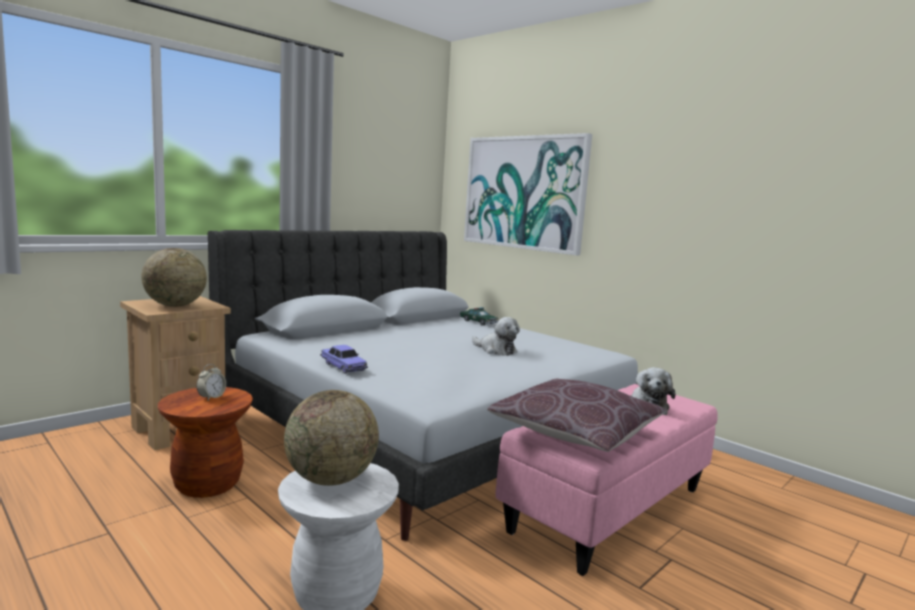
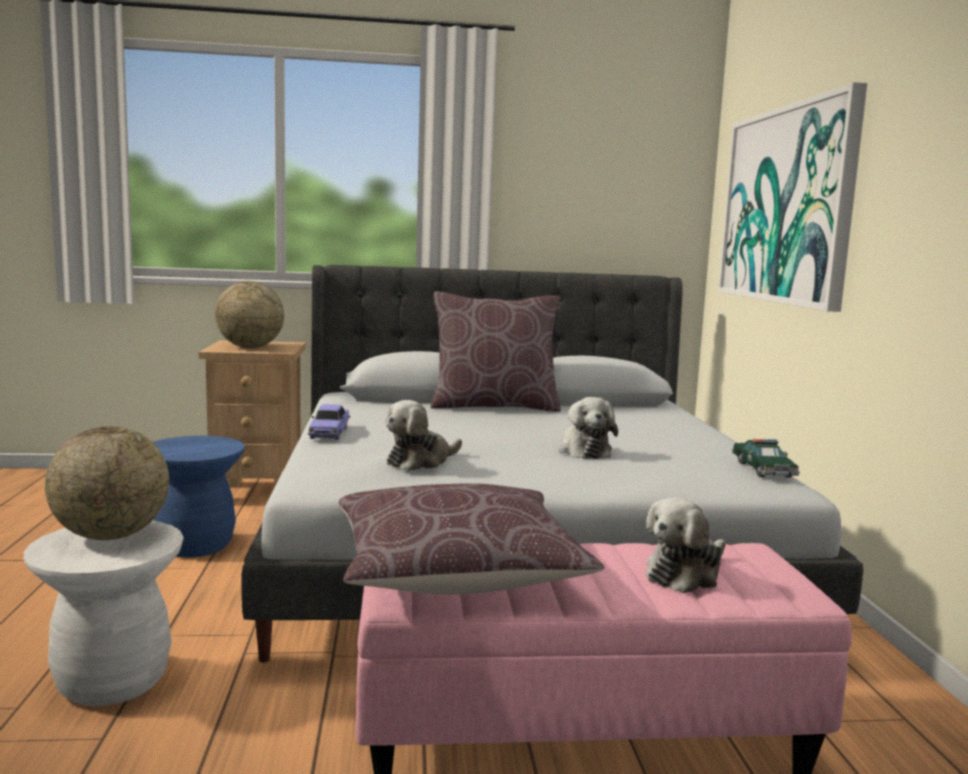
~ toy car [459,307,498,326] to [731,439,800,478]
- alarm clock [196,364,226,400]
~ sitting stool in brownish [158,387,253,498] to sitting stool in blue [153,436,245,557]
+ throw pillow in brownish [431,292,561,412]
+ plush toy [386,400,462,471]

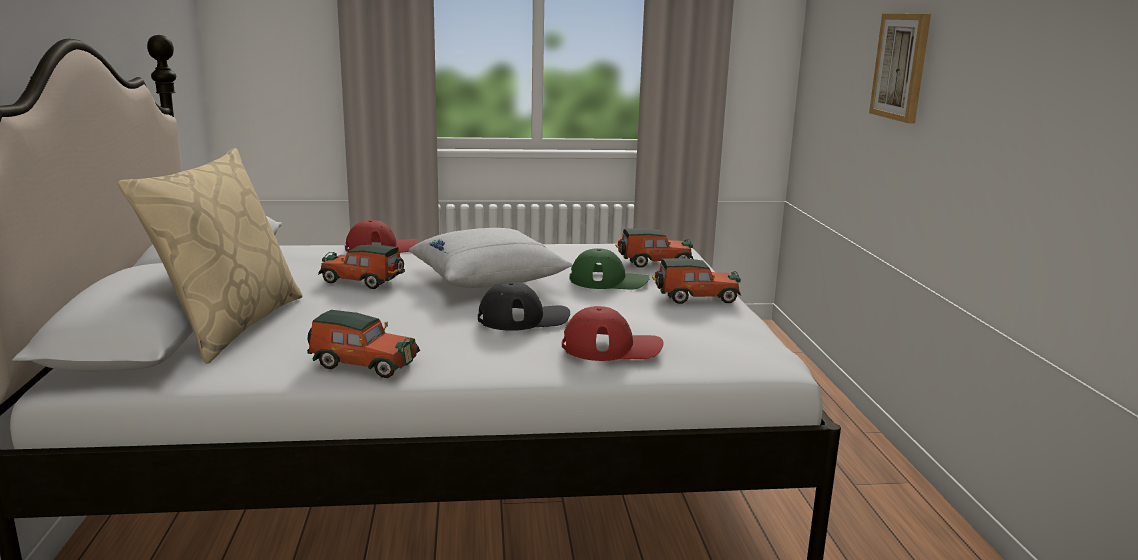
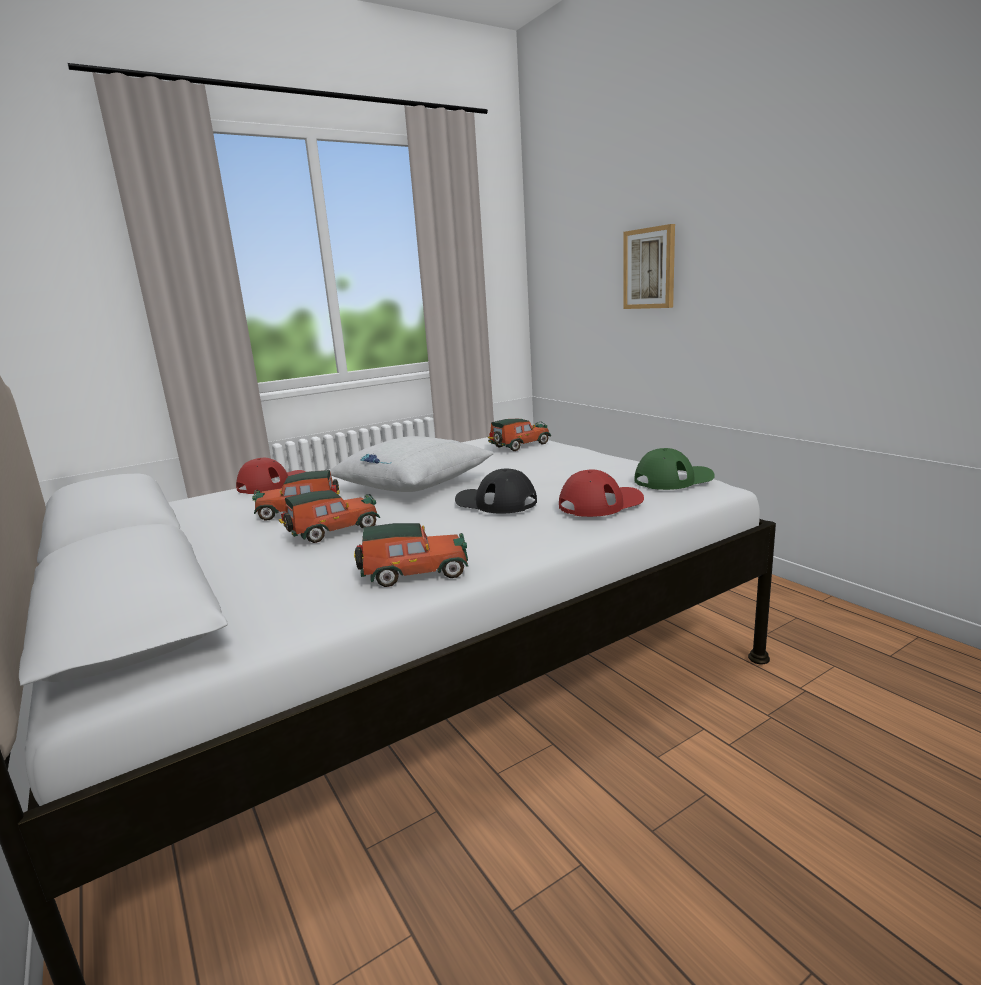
- throw pillow in beige [118,148,303,364]
~ peaked cap in green-coloured [569,248,650,290] to [635,448,715,490]
~ toy car [652,258,741,304] to [279,490,380,543]
~ peaked cap in black [478,282,570,331] = [455,469,537,514] 105 degrees counterclockwise

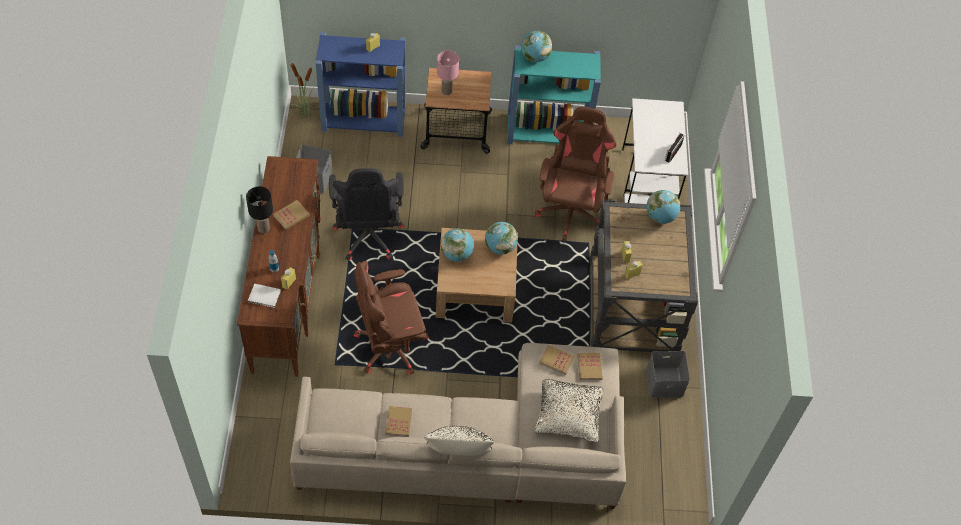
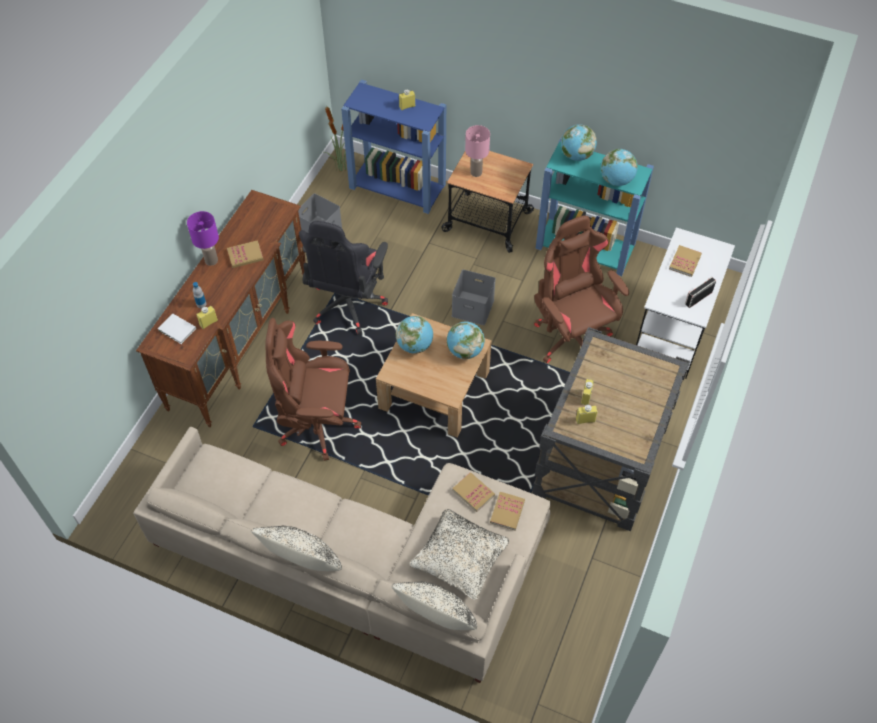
~ desk chair in brownish [535,107,616,241] = [534,215,629,363] 60 degrees counterclockwise
~ table lamp in black [246,186,273,233] to table lamp in purple-coloured [187,211,219,266]
~ desk globe [646,190,680,224] to [601,149,638,186]
~ storage bin in gray [646,351,690,398] to [452,270,496,325]
~ bound book [386,406,412,437] to [669,245,702,277]
+ throw pillow in beige [391,581,477,630]

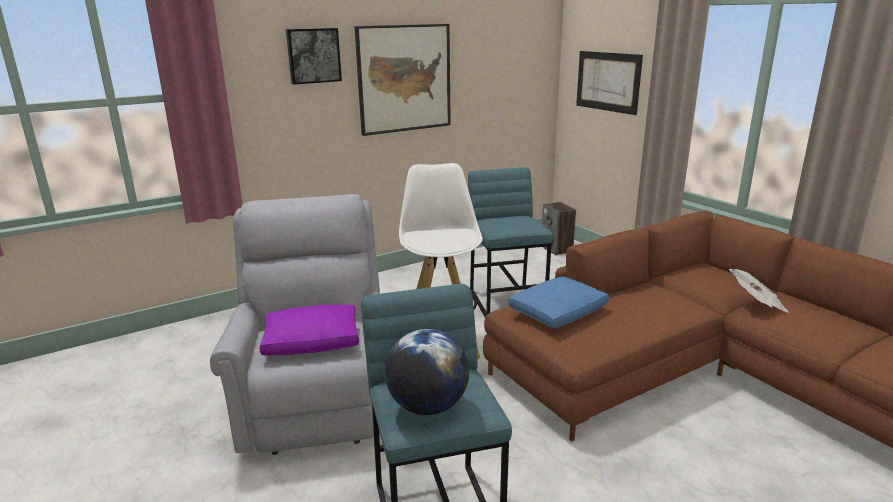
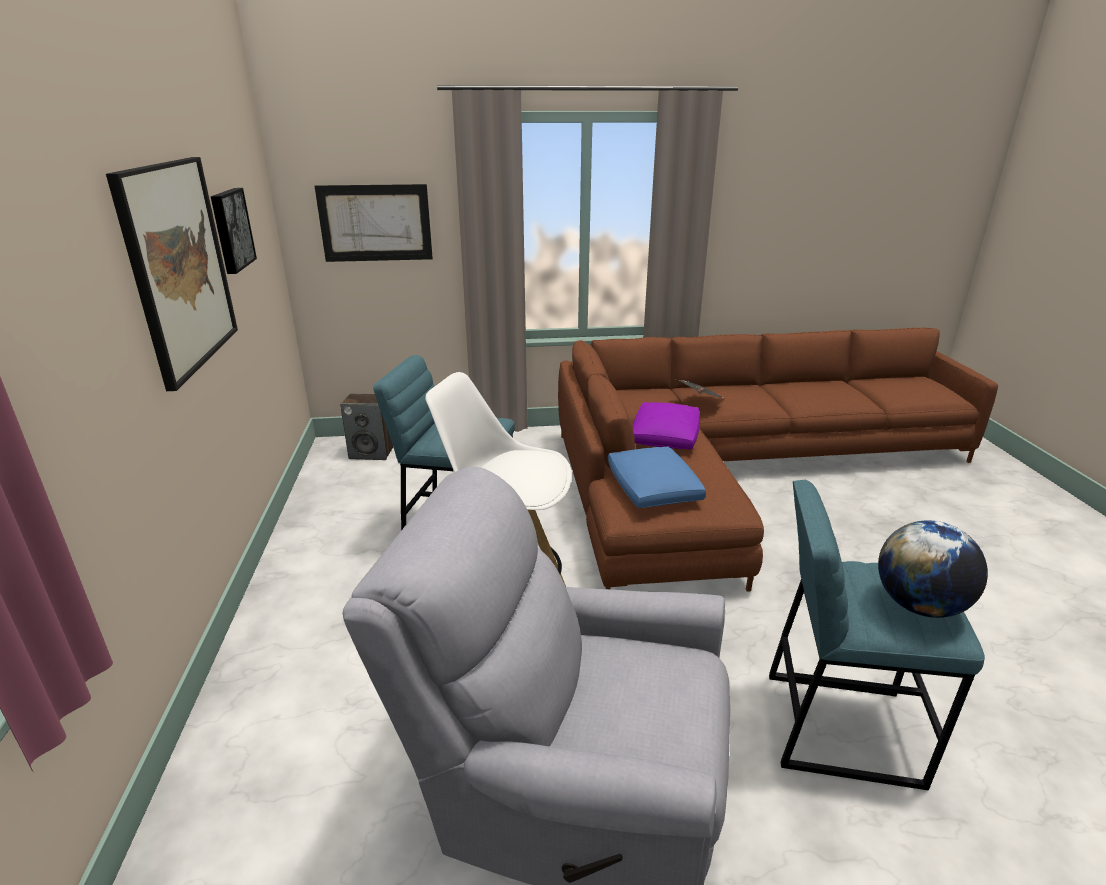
~ picture [286,28,342,85] to [211,188,257,274]
~ throw pillow in purple-coloured [259,305,359,356] to [632,402,700,450]

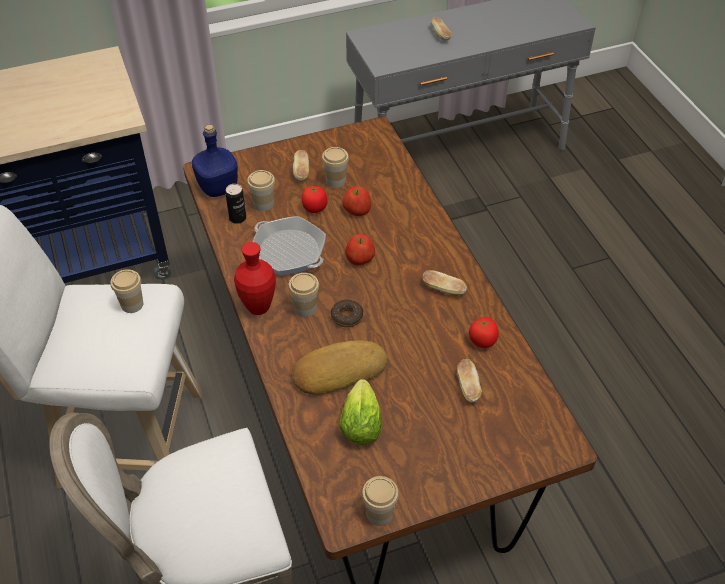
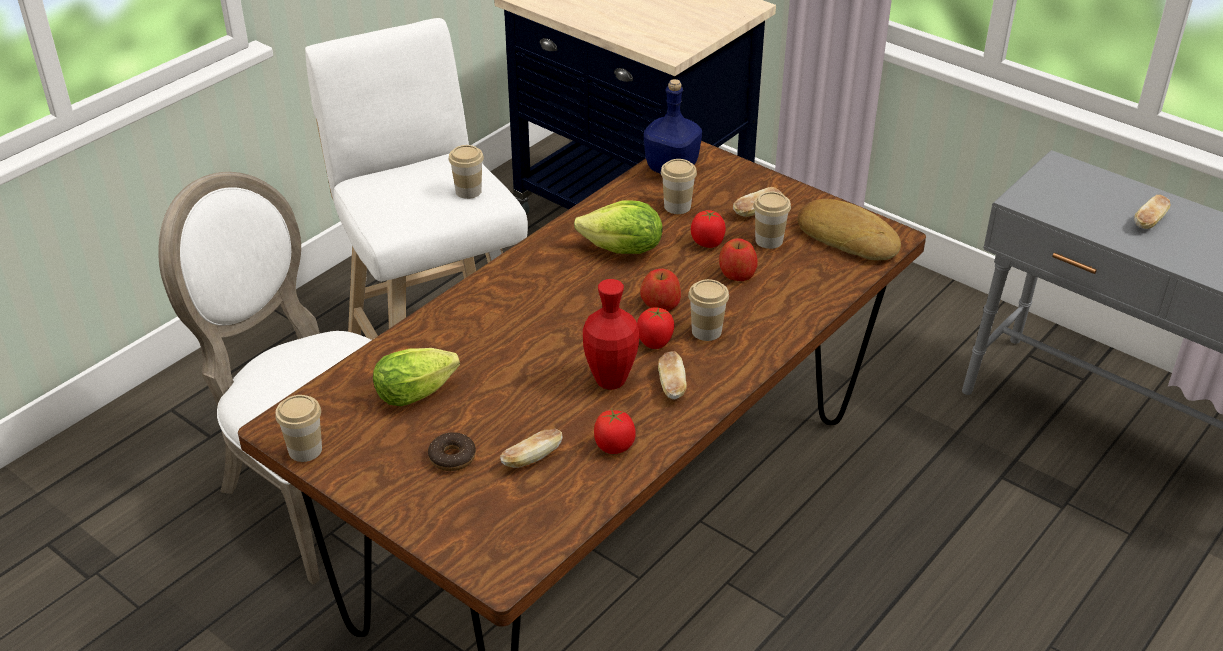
- sealed can [225,184,246,224]
~ pan [253,216,326,275] to lettuce [574,200,662,254]
~ vase in red [234,242,276,315] to [583,279,639,390]
~ drinking cup [288,273,319,317] to [688,279,729,341]
~ ring doughnut [331,300,363,327] to [428,432,476,471]
~ bread [292,340,388,395] to [797,199,901,260]
+ fresh tomato [637,307,674,349]

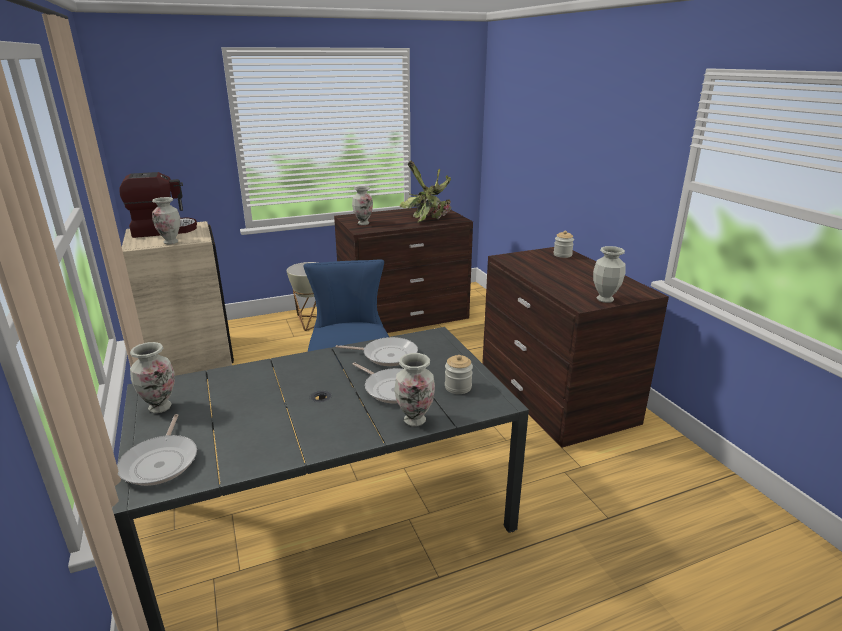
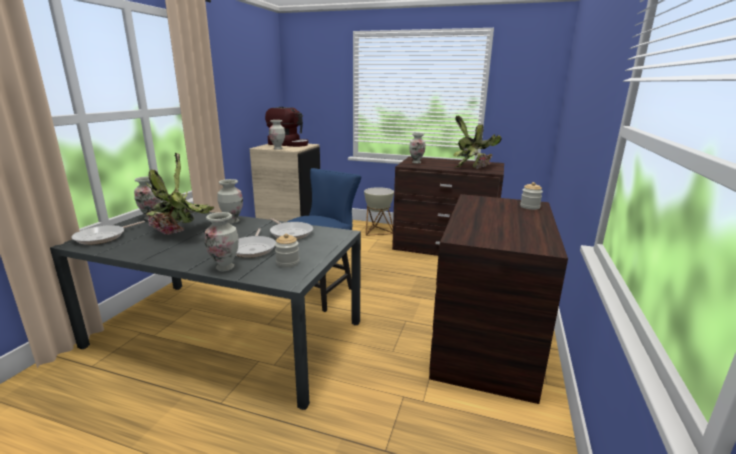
~ vase [593,246,626,303] to [217,179,243,224]
+ plant in a pot [146,153,214,235]

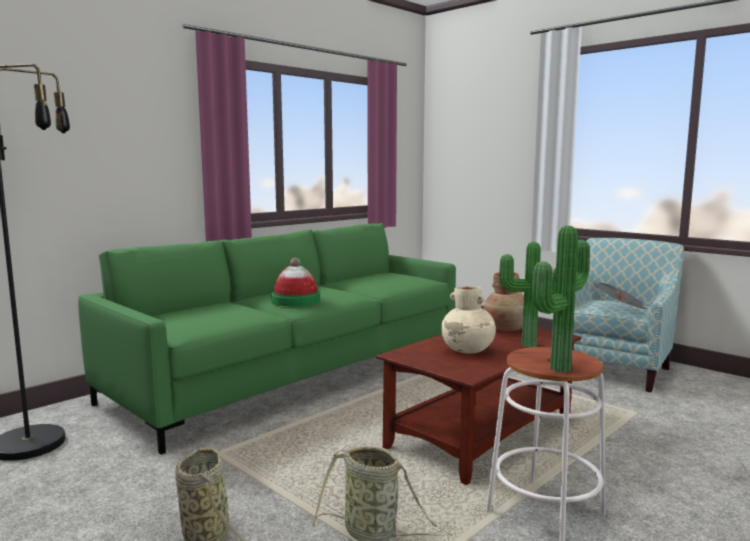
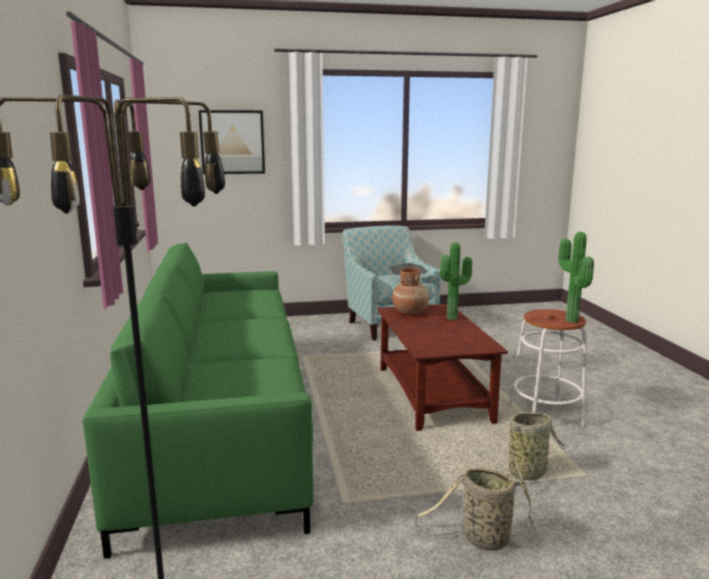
- hat [271,258,320,306]
- vase in beige [441,286,496,354]
+ picture [198,110,265,174]

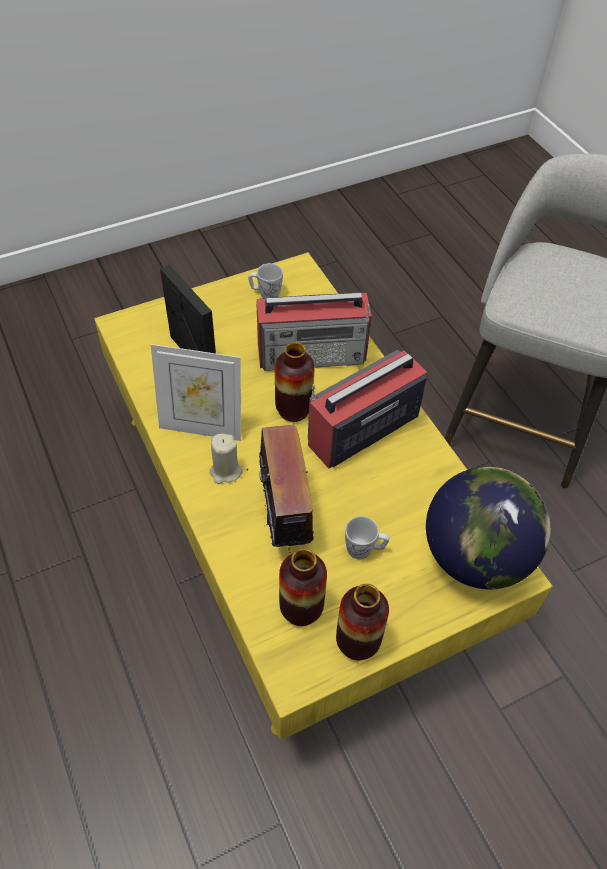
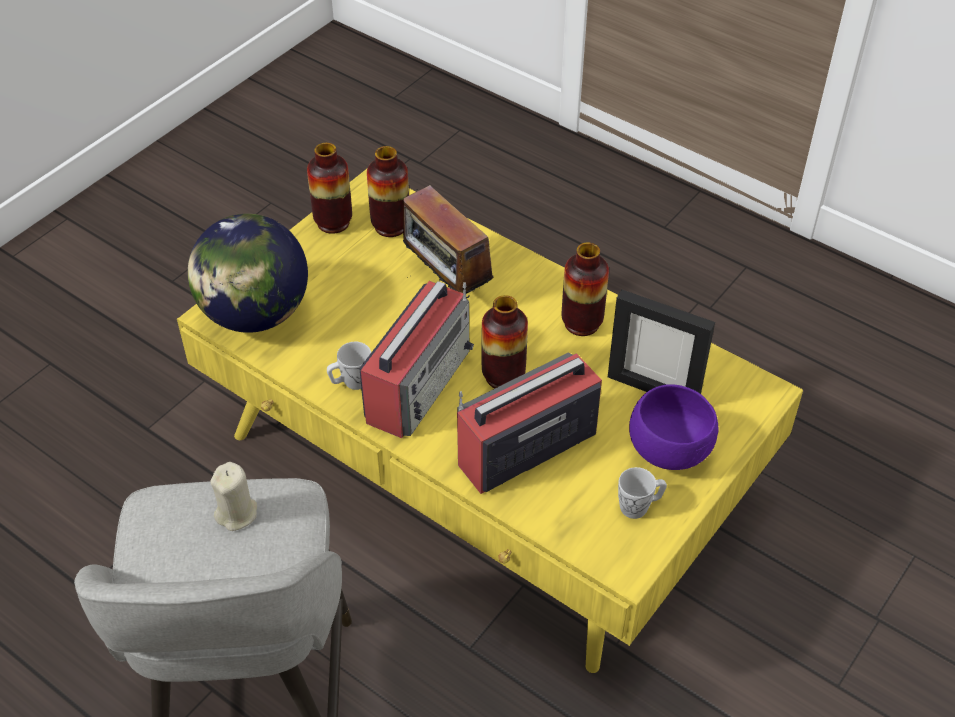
~ standing frame [151,344,241,441] to vase [562,242,609,336]
~ wax light in beige [209,433,243,484] to [210,462,257,531]
~ coffee mug in white-coloured [345,516,389,559] to [327,342,371,390]
+ deep dish in purple-coloured [629,384,719,470]

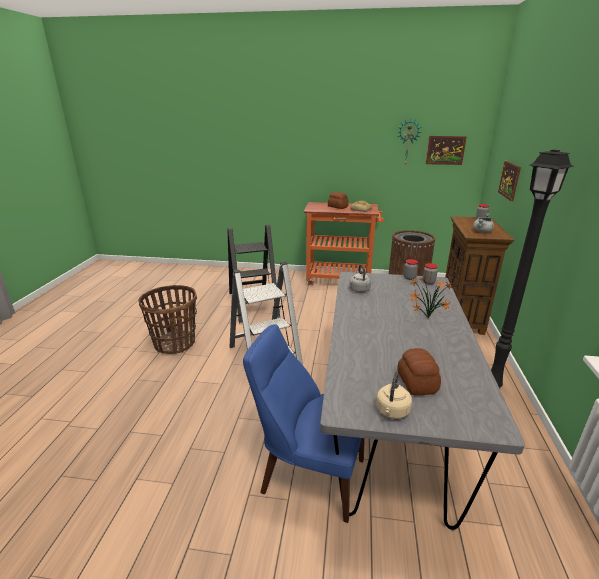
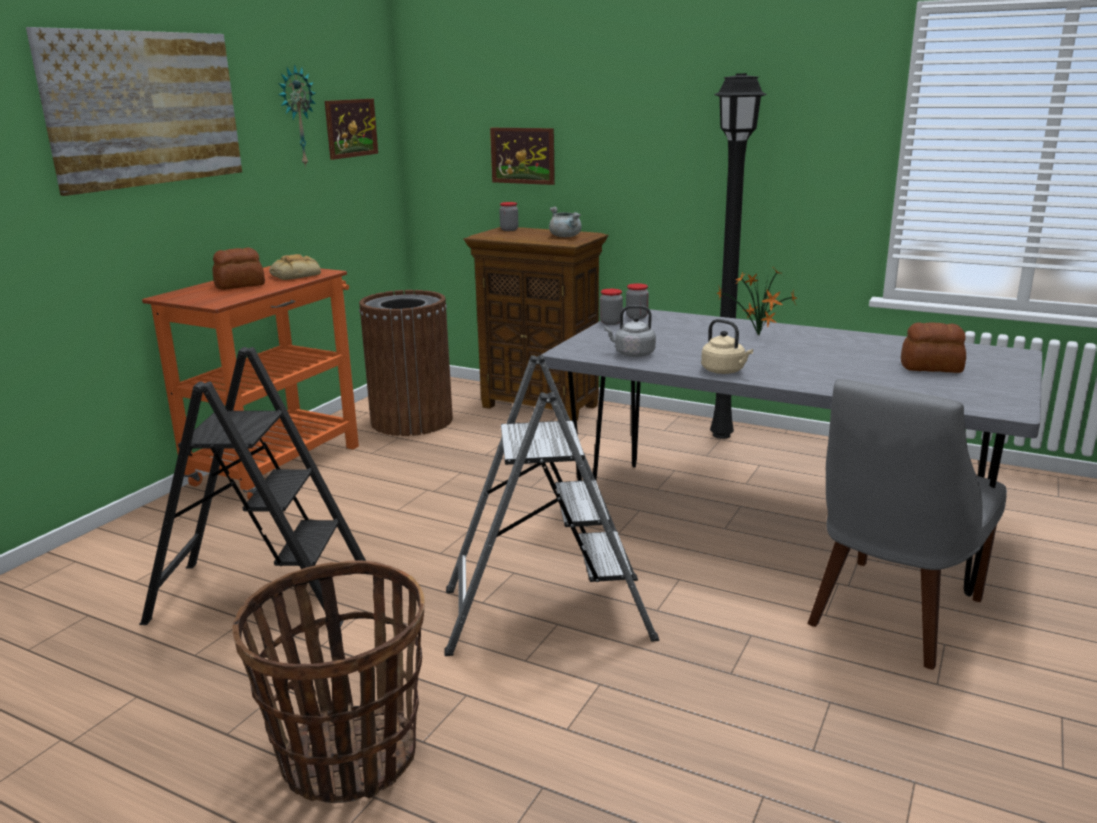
~ upright chair in blue [243,324,365,523] to upright chair in gray [807,379,1007,670]
~ tea kettle in beige [376,372,412,419] to [701,319,753,374]
+ picture [26,27,242,196]

